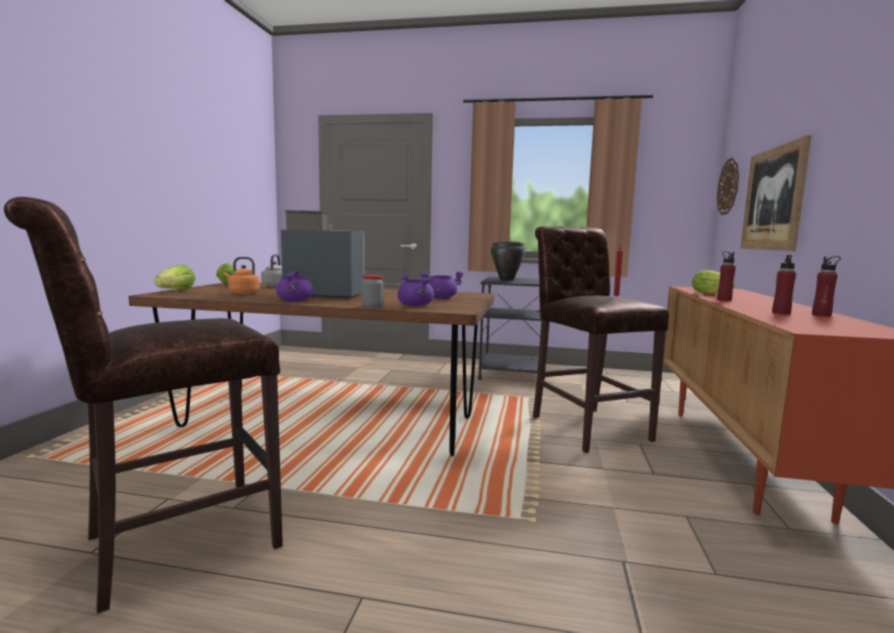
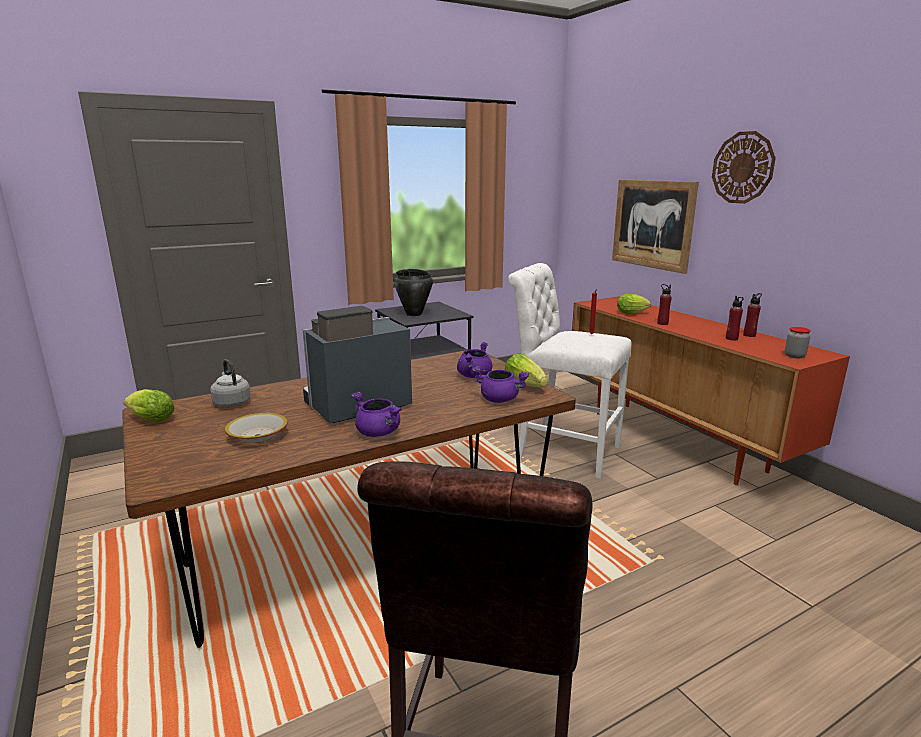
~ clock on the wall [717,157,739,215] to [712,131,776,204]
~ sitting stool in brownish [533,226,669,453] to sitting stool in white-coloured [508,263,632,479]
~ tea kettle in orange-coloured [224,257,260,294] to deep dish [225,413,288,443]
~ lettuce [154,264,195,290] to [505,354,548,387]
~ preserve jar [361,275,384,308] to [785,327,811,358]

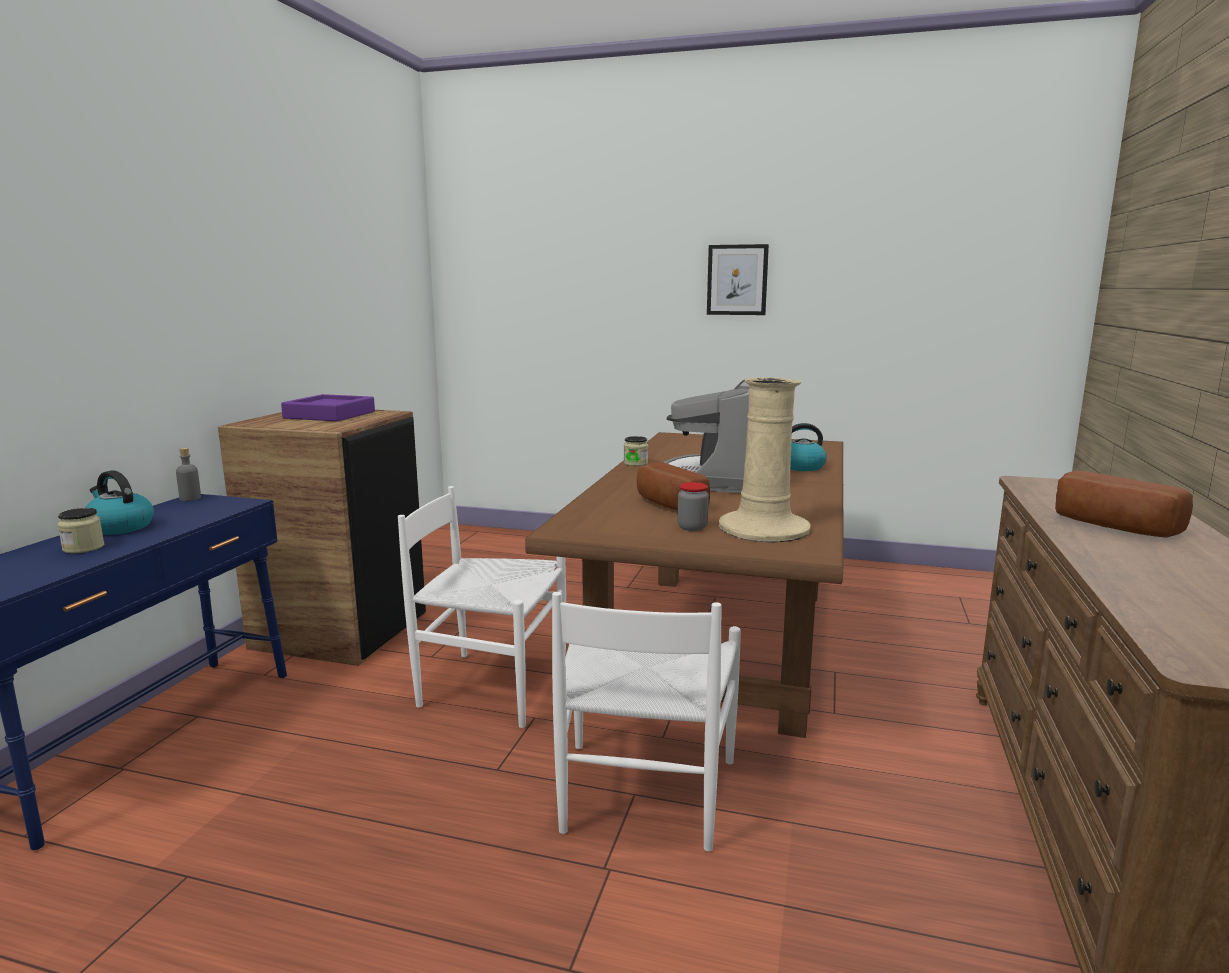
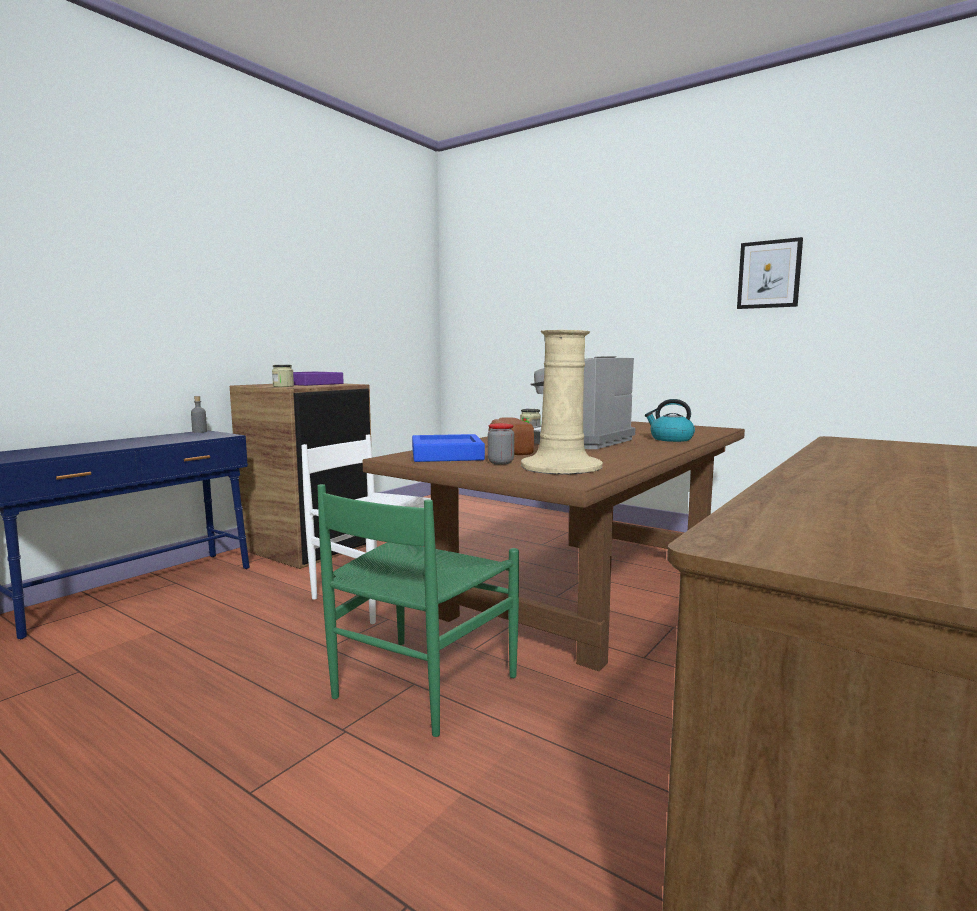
~ picture [707,244,769,315] to [737,237,803,309]
- tea kettle [85,470,154,535]
- bread [1055,471,1193,538]
~ preserve jar [58,508,104,553] to [272,365,294,387]
~ upright chair in white-coloured [552,592,741,851] to upright chair in green-coloured [317,484,519,737]
+ tray in blue [412,434,485,462]

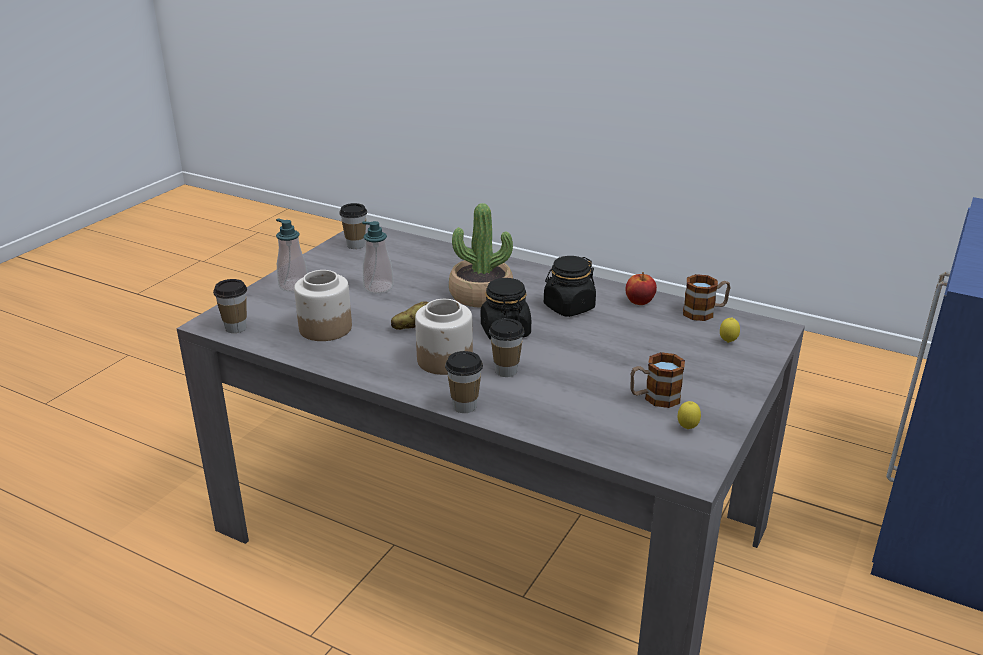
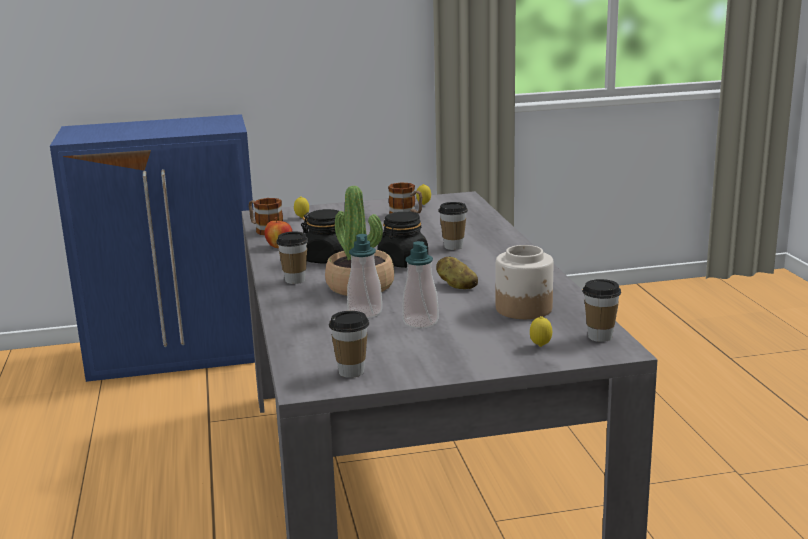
~ liquid soap bottle [276,218,308,292] to [347,234,382,318]
- preserve jar [415,299,473,375]
~ drinking cup [445,351,483,413] to [276,232,308,284]
+ citrus fruit [530,316,552,347]

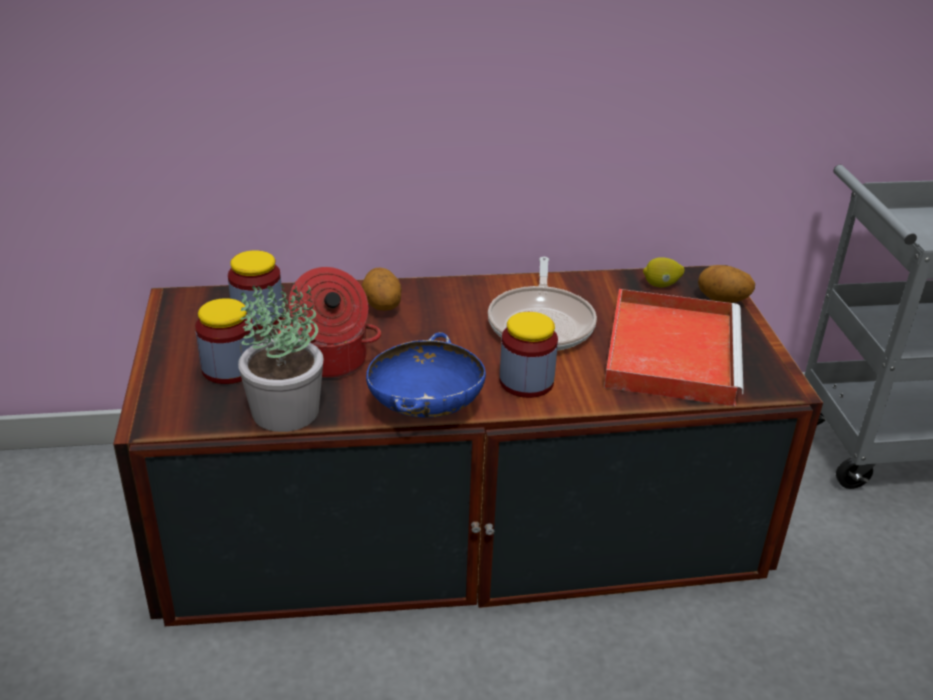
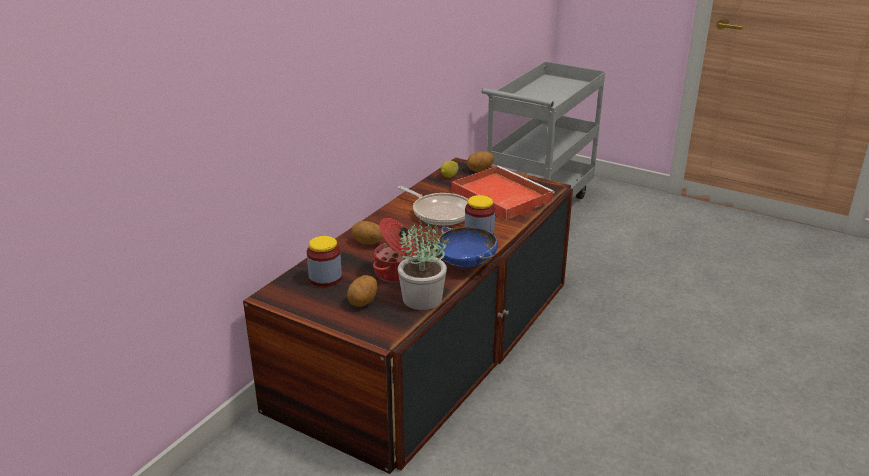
~ preserve jar [195,298,254,384] to potato [347,275,378,307]

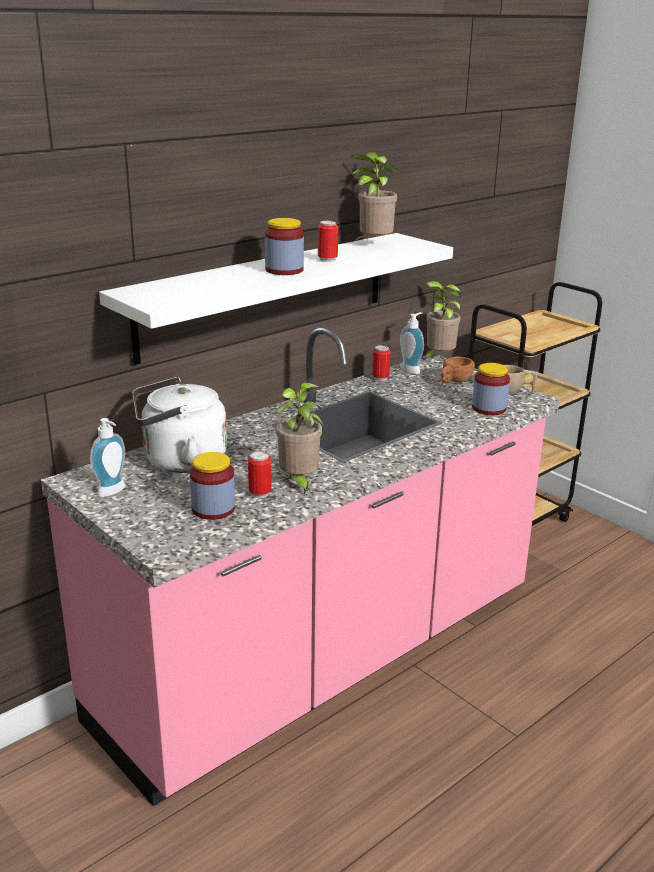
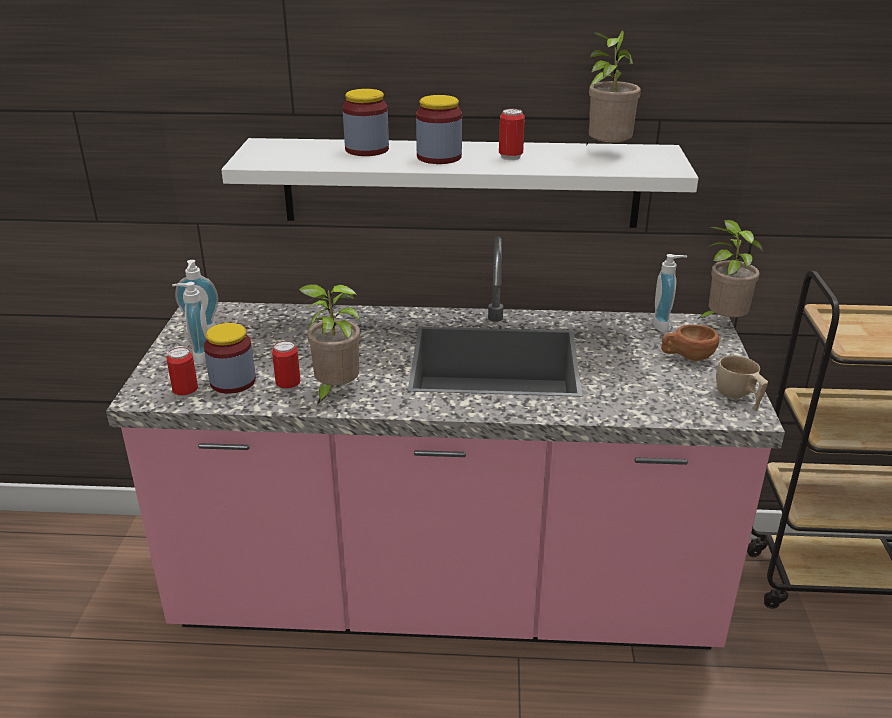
~ sealed can [372,345,391,381] to [166,347,198,398]
~ preserve jar [472,363,510,415] to [343,89,389,156]
- tea kettle in white-coloured [132,377,227,473]
+ liquid soap bottle [172,282,208,364]

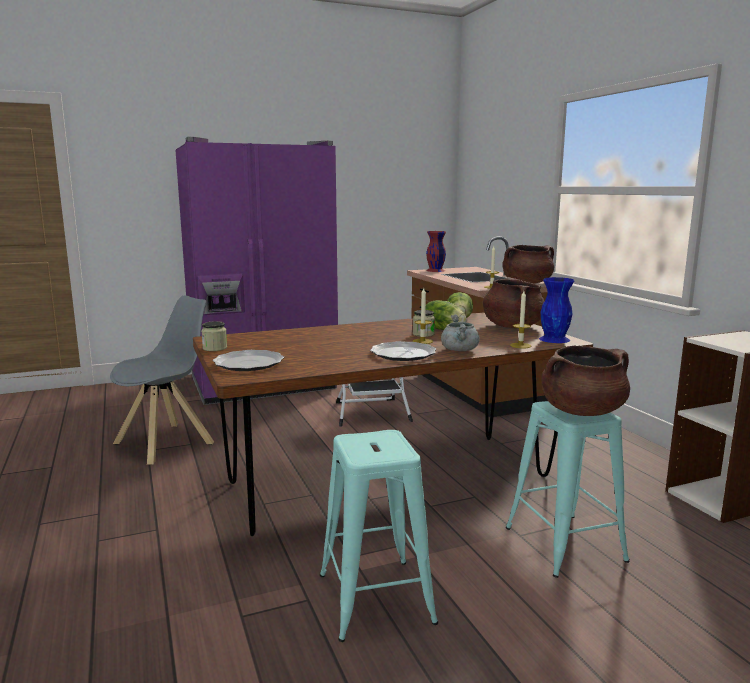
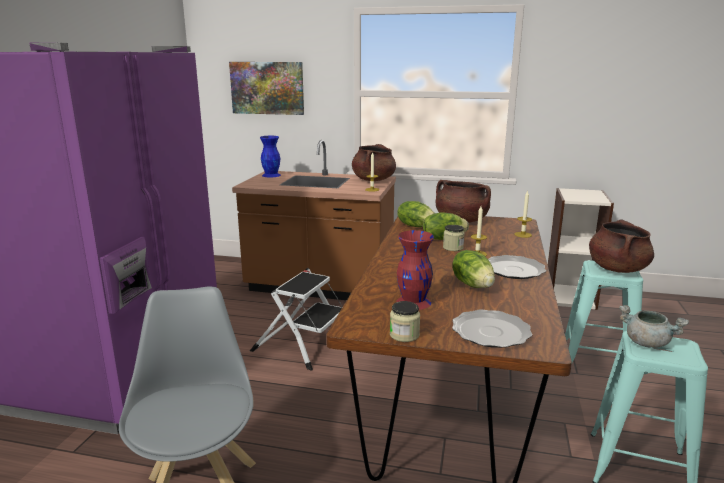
~ vase in red [426,231,446,272] to [396,230,434,310]
~ vase in blue [539,277,574,343] to [260,136,281,177]
~ cooking pot in gray [441,314,480,351] to [619,305,689,348]
+ picture [229,62,304,115]
+ lettuce [452,250,495,288]

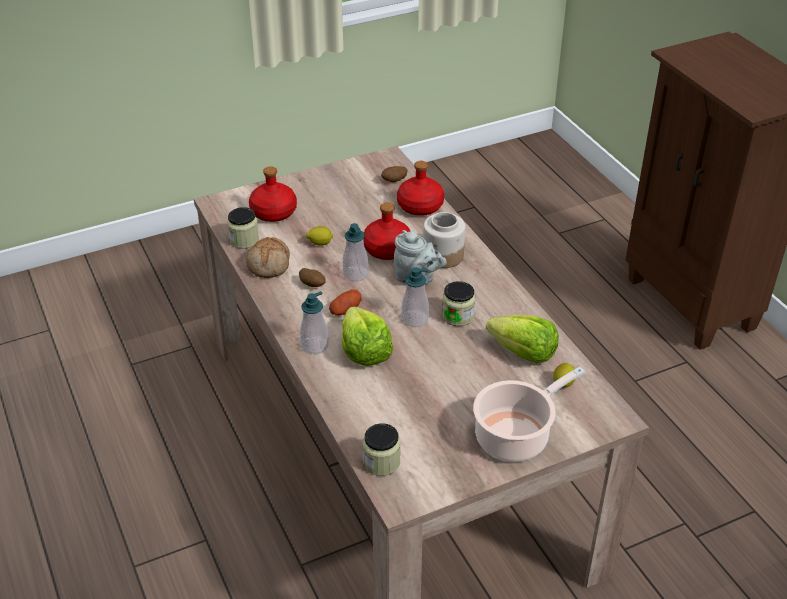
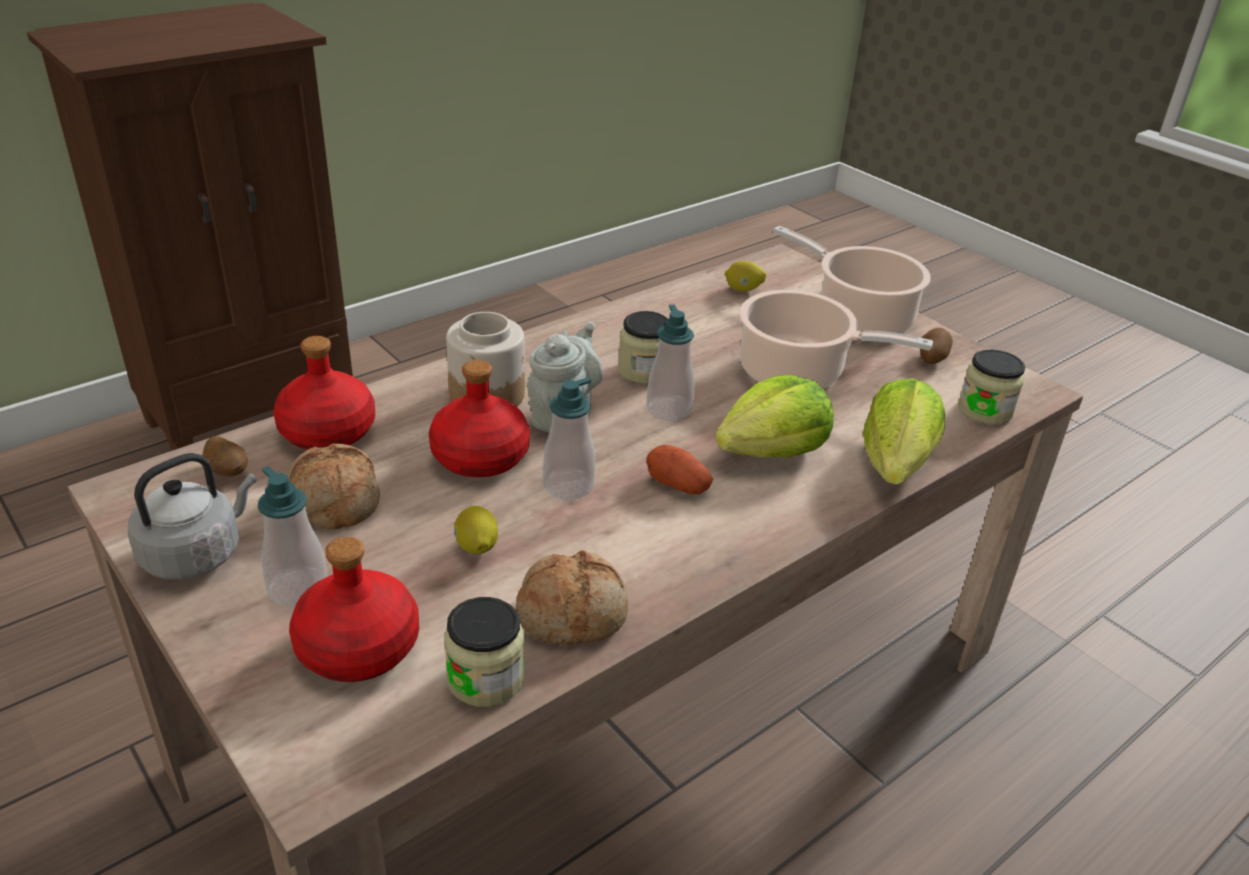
~ potato [299,268,326,287] to [920,328,953,364]
~ liquid soap bottle [300,291,329,354] to [258,466,327,607]
~ lettuce [486,315,559,363] to [863,378,945,485]
+ cooking pot [739,290,933,388]
+ bread [286,443,380,529]
+ tea kettle in gray [128,453,256,579]

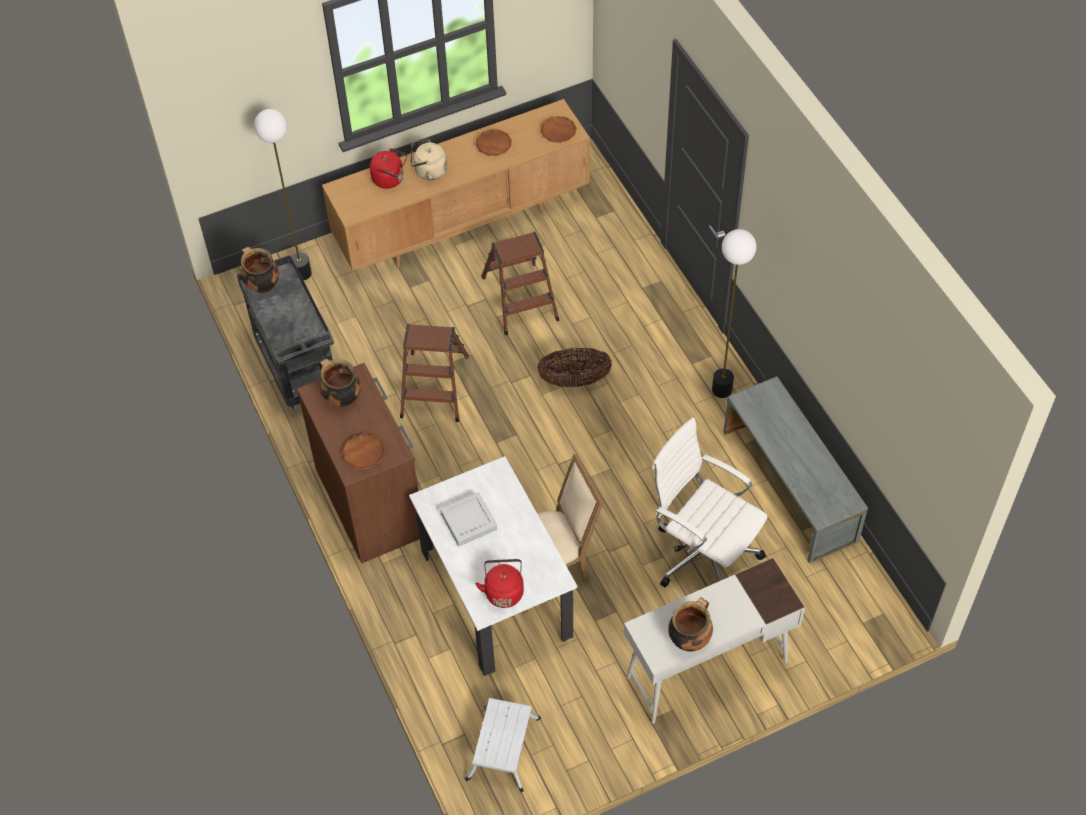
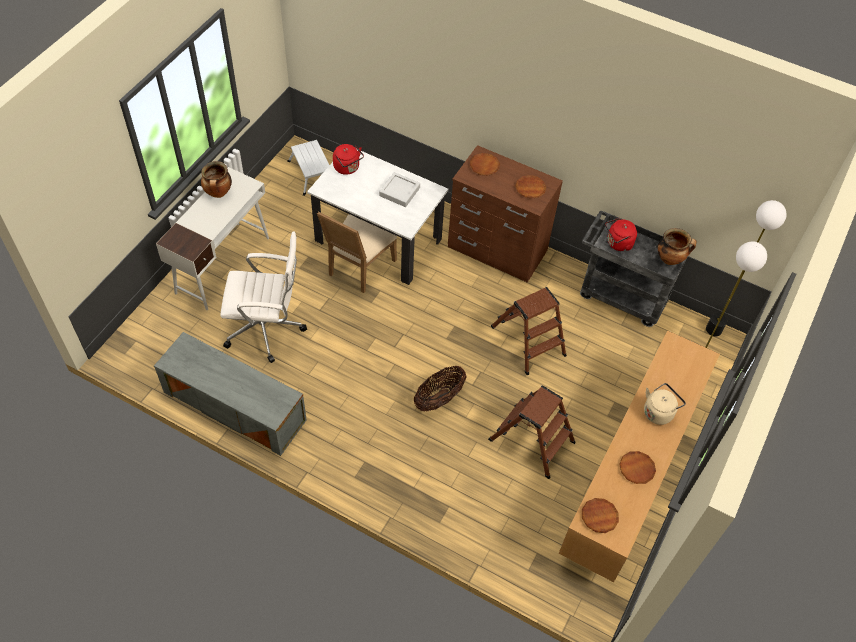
~ tea kettle in red [370,148,407,189] to [605,218,637,251]
~ standard lamp [712,229,757,398] to [706,200,787,336]
~ cooking pot [319,359,361,407] to plate in brownish [515,175,546,199]

